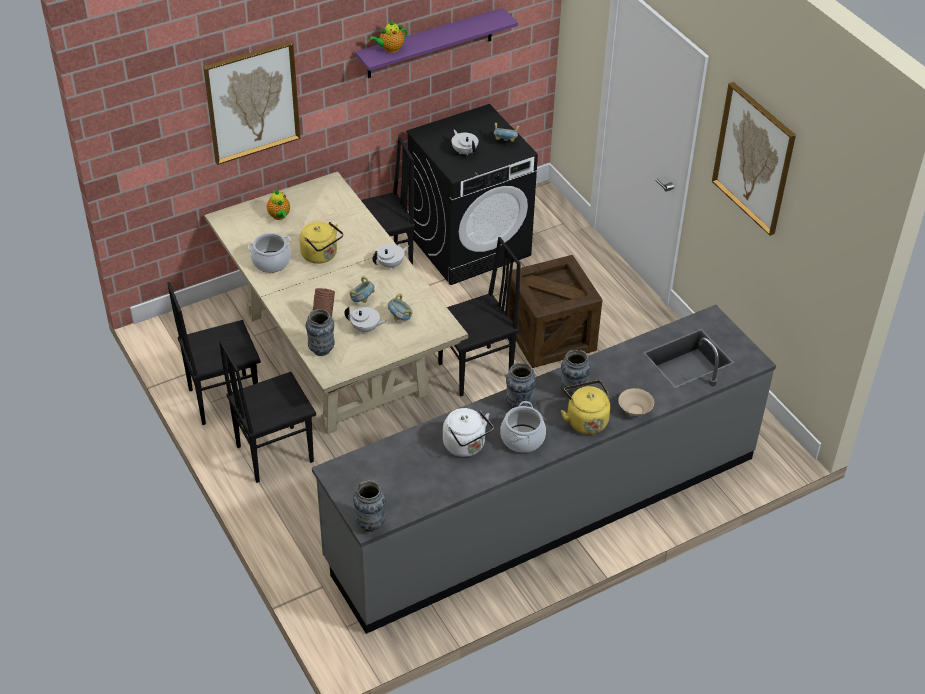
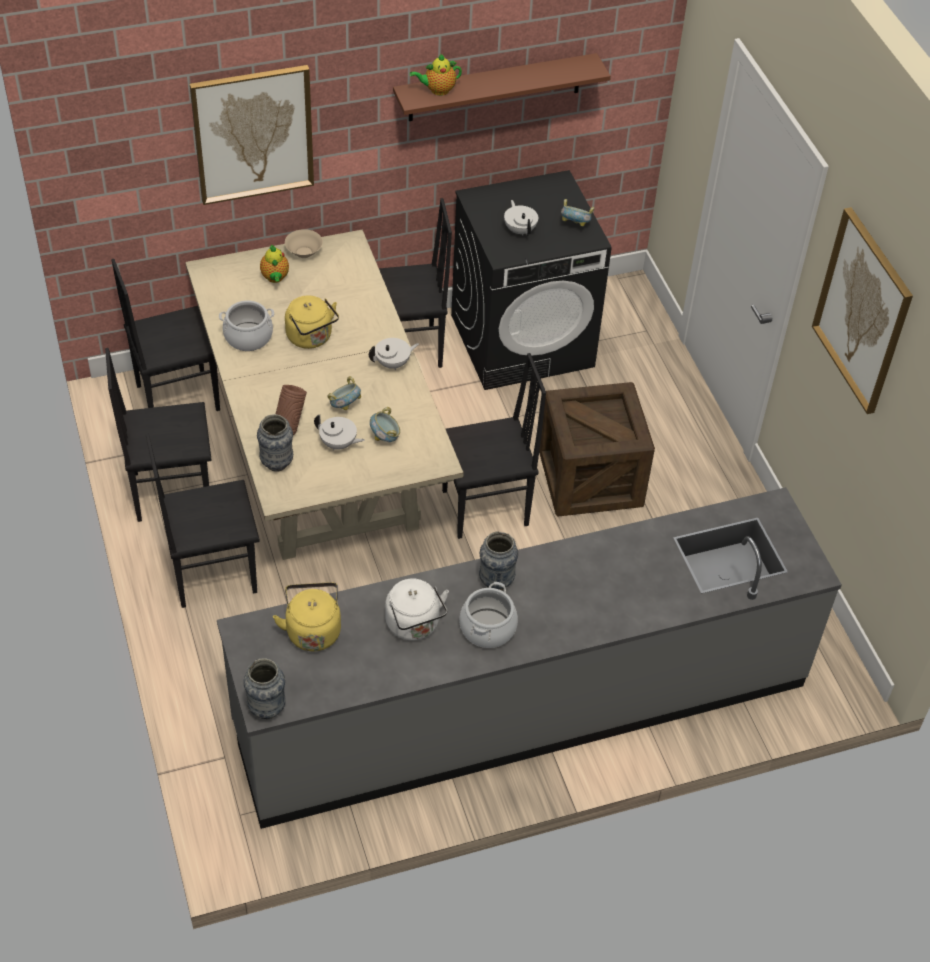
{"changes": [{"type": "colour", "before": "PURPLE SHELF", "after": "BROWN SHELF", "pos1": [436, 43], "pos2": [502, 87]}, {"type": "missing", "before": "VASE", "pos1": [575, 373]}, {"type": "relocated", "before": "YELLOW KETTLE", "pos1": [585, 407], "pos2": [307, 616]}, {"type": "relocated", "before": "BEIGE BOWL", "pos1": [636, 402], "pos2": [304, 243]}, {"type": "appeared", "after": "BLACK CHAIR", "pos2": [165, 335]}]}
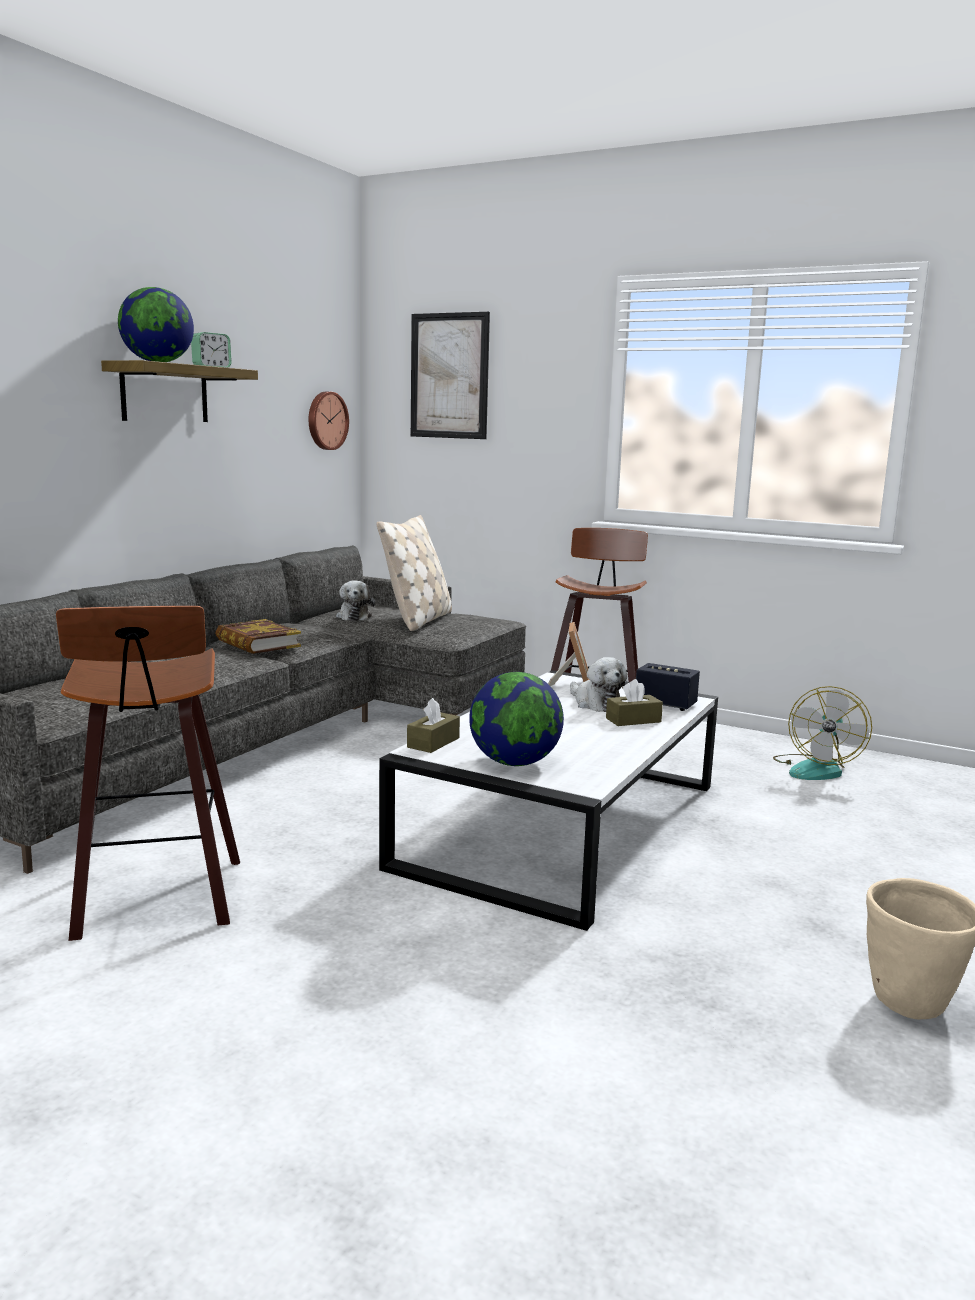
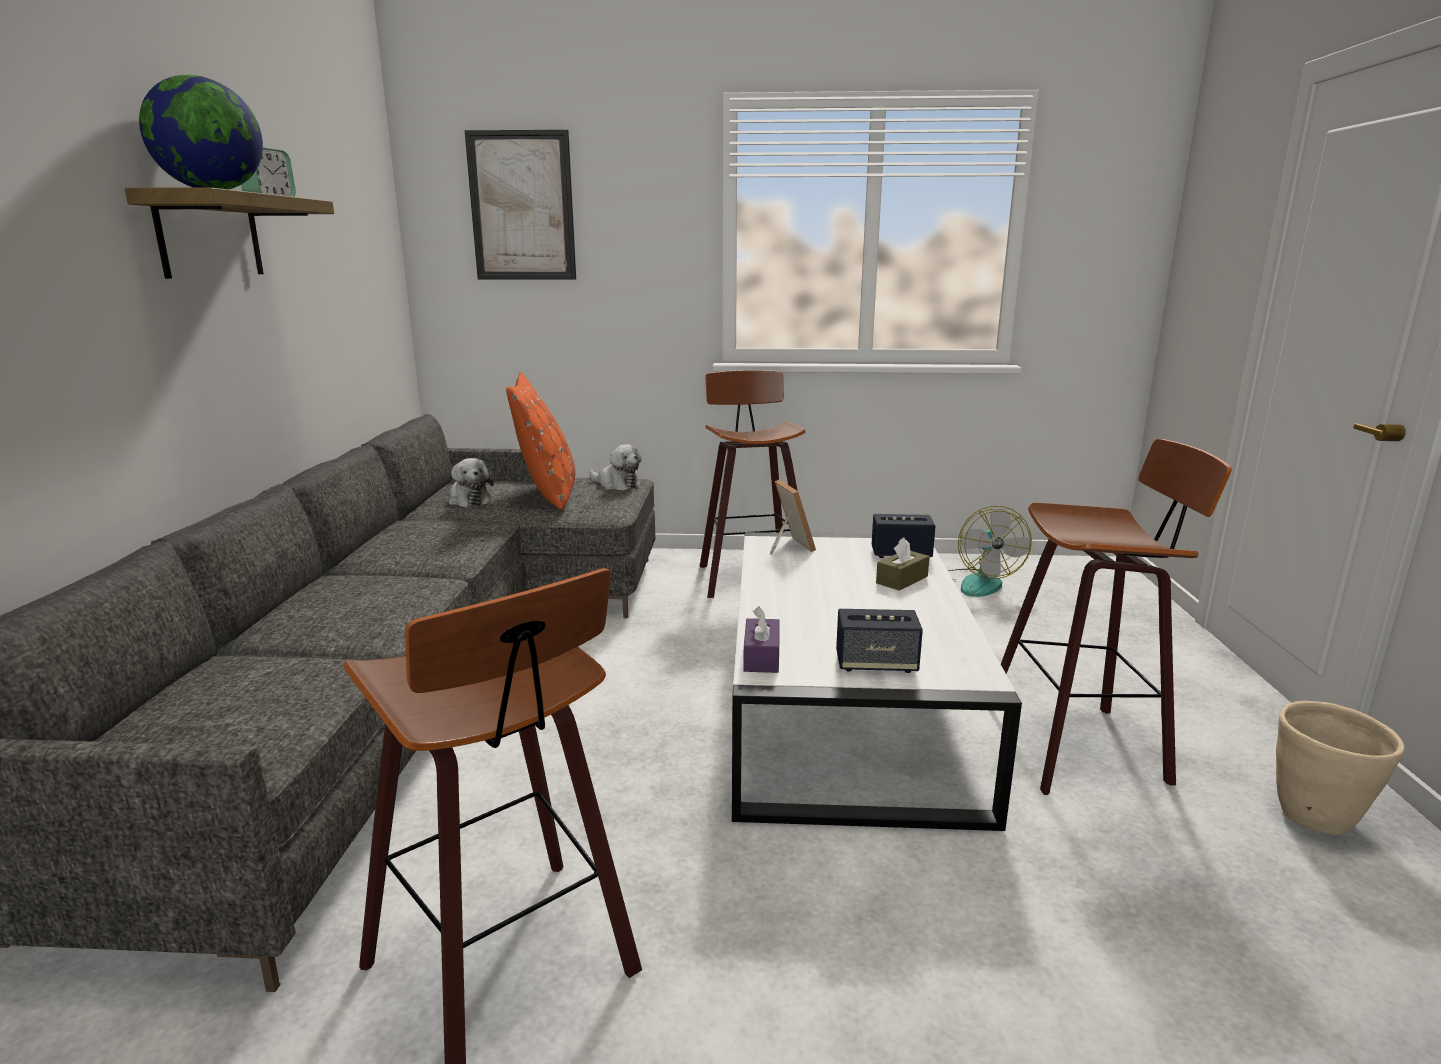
{"changes": [{"type": "missing", "before": "WALL CLOCK", "pos1": [329, 421]}, {"type": "colour", "before": "BEIGE PILLOW", "after": "ORANGE PILLOW", "pos1": [414, 573], "pos2": [540, 441]}, {"type": "missing", "before": "BOOK", "pos1": [258, 636]}, {"type": "relocated", "before": "PLUSH TOY", "pos1": [598, 684], "pos2": [615, 467]}, {"type": "exchanged", "before": "GLOBE", "after": "SPEAKER", "pos1": [516, 719], "pos2": [879, 641]}, {"type": "colour", "before": "BROWN TISSUE BOX", "after": "PURPLE TISSUE BOX", "pos1": [433, 725], "pos2": [761, 639]}, {"type": "appeared", "after": "STOOL", "pos2": [1116, 617]}]}
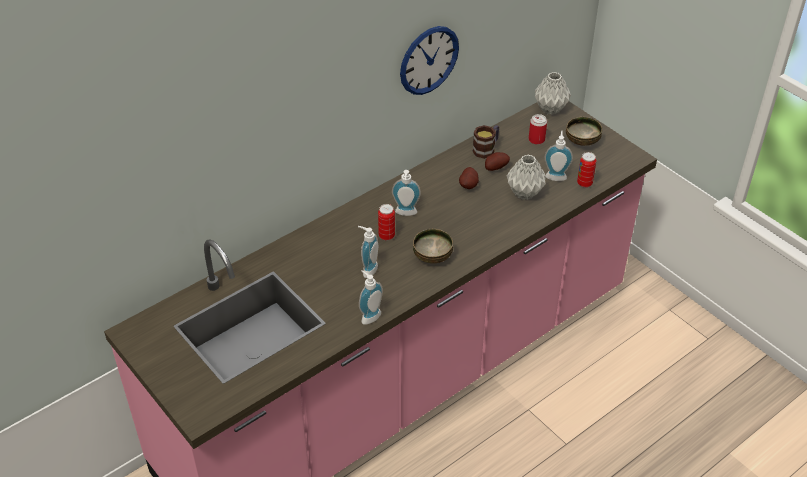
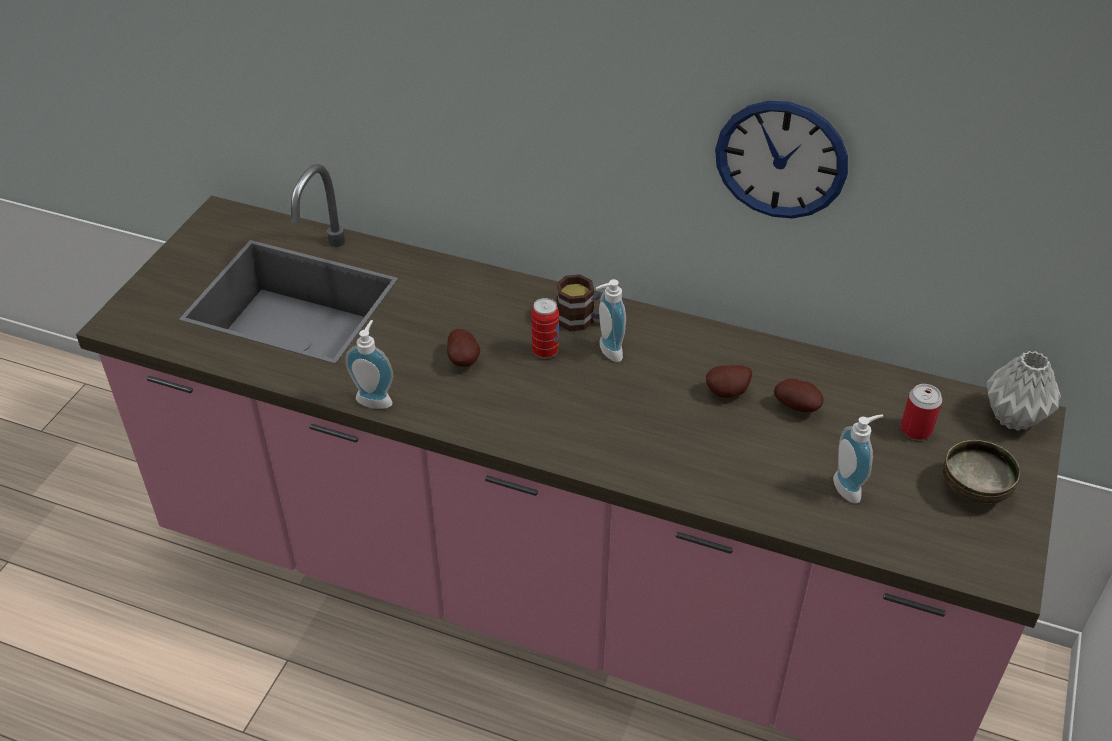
{"changes": [{"type": "relocated", "before": "MUG", "pos1": [485, 142], "pos2": [579, 302]}, {"type": "missing", "before": "CAN", "pos1": [586, 170]}, {"type": "missing", "before": "GREY VASE", "pos1": [526, 177]}, {"type": "exchanged", "before": "SOAP DISPENSER", "after": "POTATO", "pos1": [368, 252], "pos2": [463, 348]}, {"type": "missing", "before": "BOWL", "pos1": [433, 246]}]}
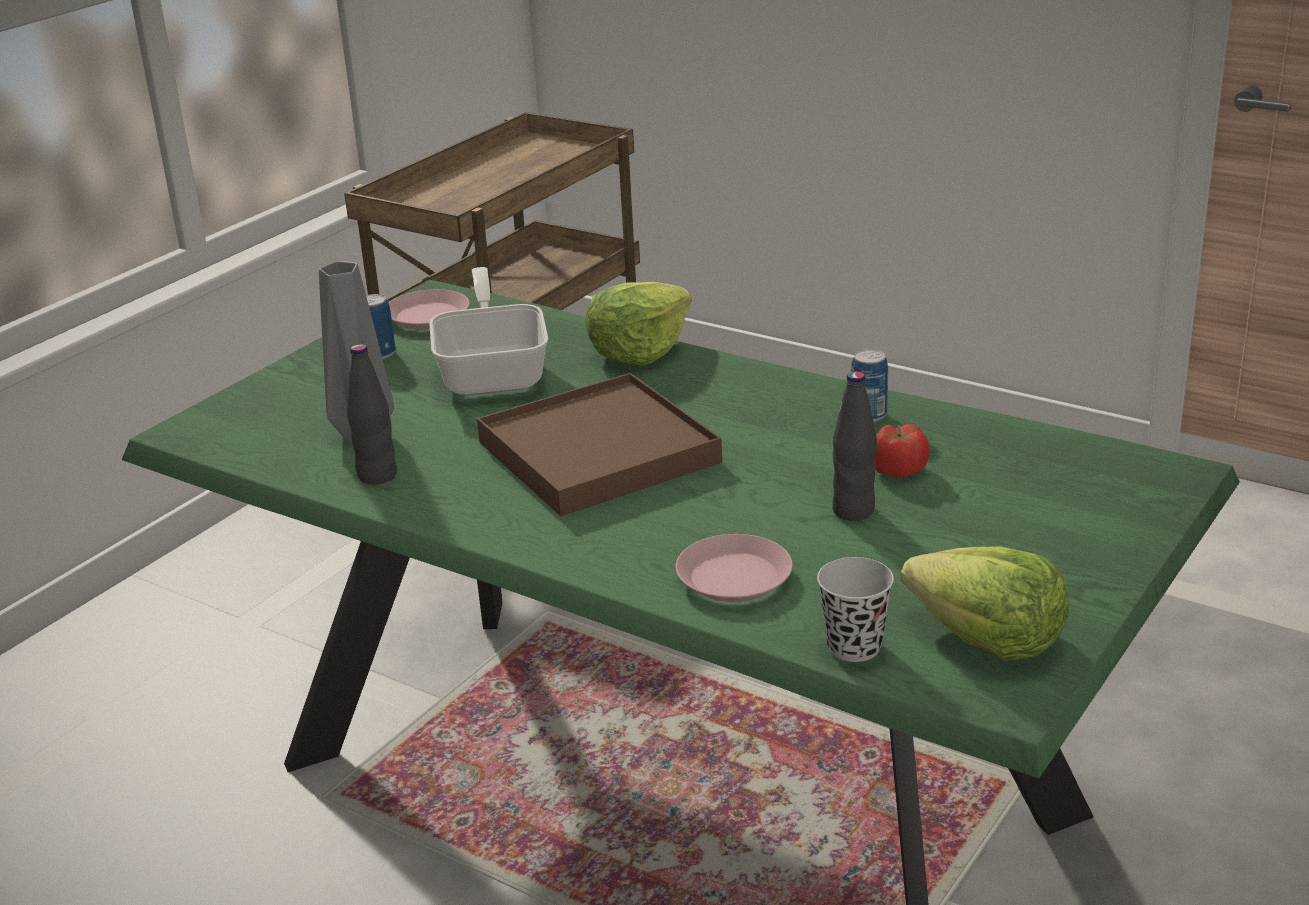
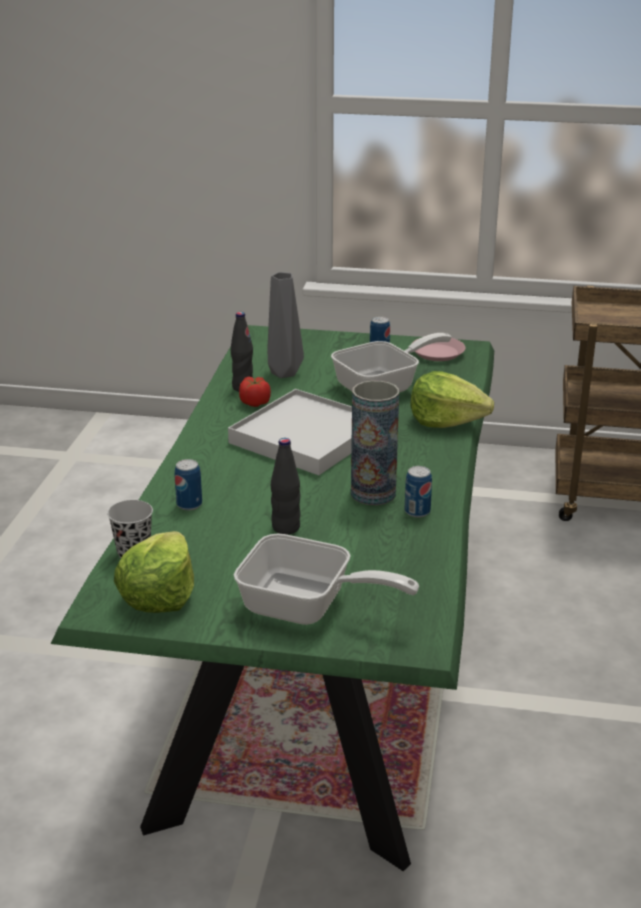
{"changes": [{"type": "colour", "before": "BROWN TRAY", "after": "WHITE TRAY", "pos1": [599, 444], "pos2": [290, 432]}, {"type": "relocated", "before": "TOMATO", "pos1": [902, 451], "pos2": [255, 392]}, {"type": "exchanged", "before": "PINK PLATE", "after": "CAN", "pos1": [734, 568], "pos2": [188, 484]}, {"type": "appeared", "after": "VASE", "pos2": [375, 442]}, {"type": "appeared", "after": "FRYING PAN", "pos2": [326, 579]}]}
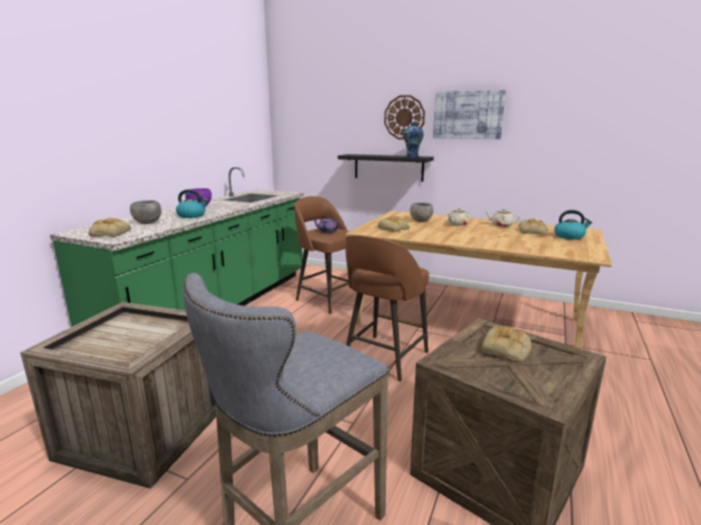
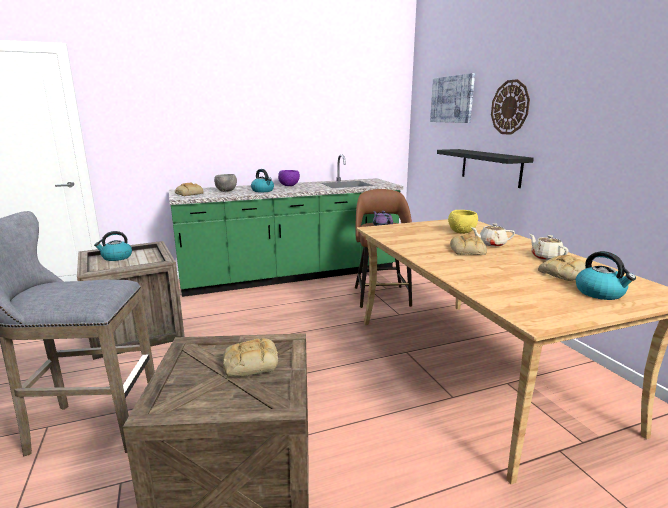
{"changes": [{"type": "relocated", "before": "PICTURE", "pos1": [469, 114], "pos2": [452, 98]}, {"type": "missing", "before": "VASE", "pos1": [413, 140]}, {"type": "colour", "before": "GREY BOWL", "after": "YELLOW BOWL", "pos1": [421, 212], "pos2": [463, 222]}, {"type": "relocated", "before": "BREAD", "pos1": [394, 224], "pos2": [468, 244]}, {"type": "missing", "before": "BROWN STOOL", "pos1": [387, 308]}, {"type": "appeared", "after": "KETTLE", "pos2": [113, 246]}]}
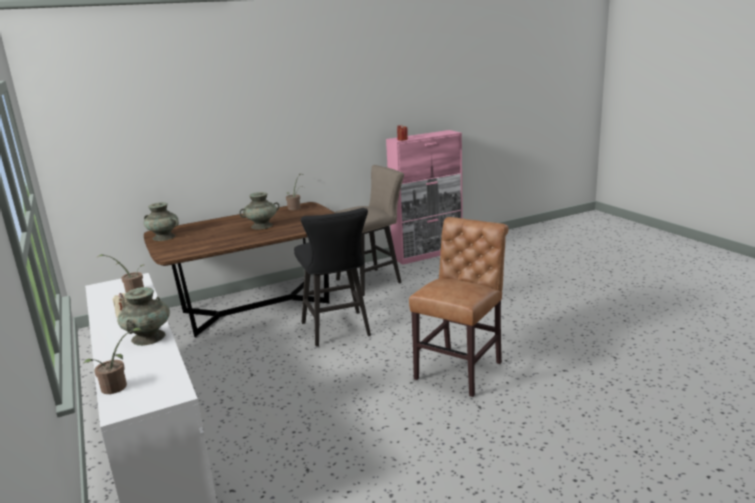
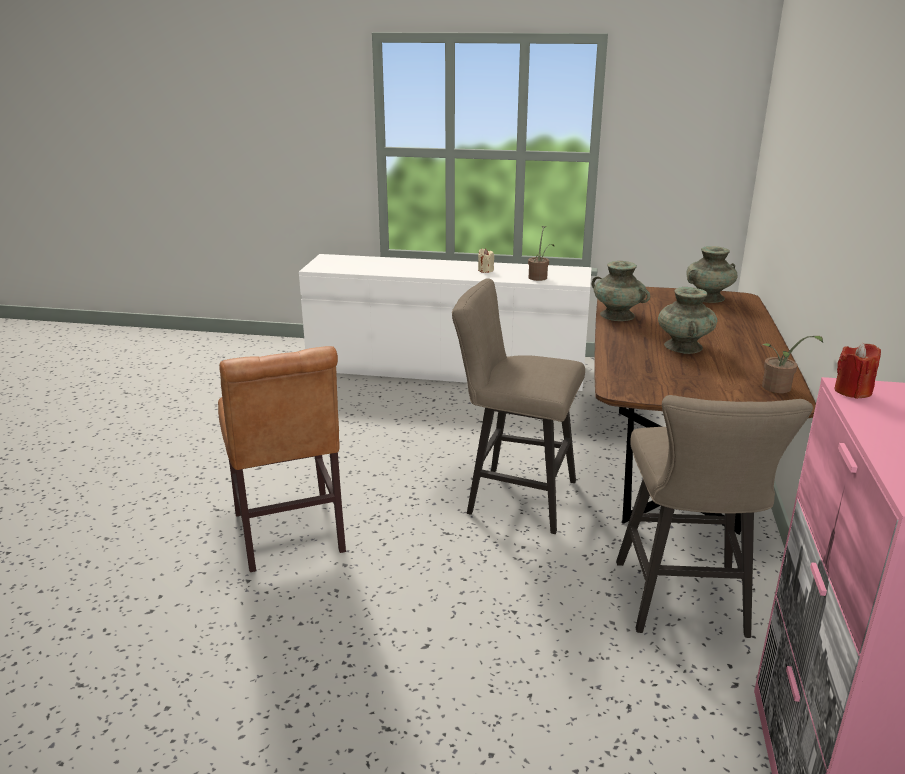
{"changes": [{"type": "colour", "before": "BLACK STOOL", "after": "BEIGE STOOL", "pos1": [332, 277], "pos2": [518, 406]}, {"type": "relocated", "before": "TURQUOISE VASE", "pos1": [143, 316], "pos2": [620, 291]}, {"type": "missing", "before": "POTTED PLANT", "pos1": [113, 361]}]}
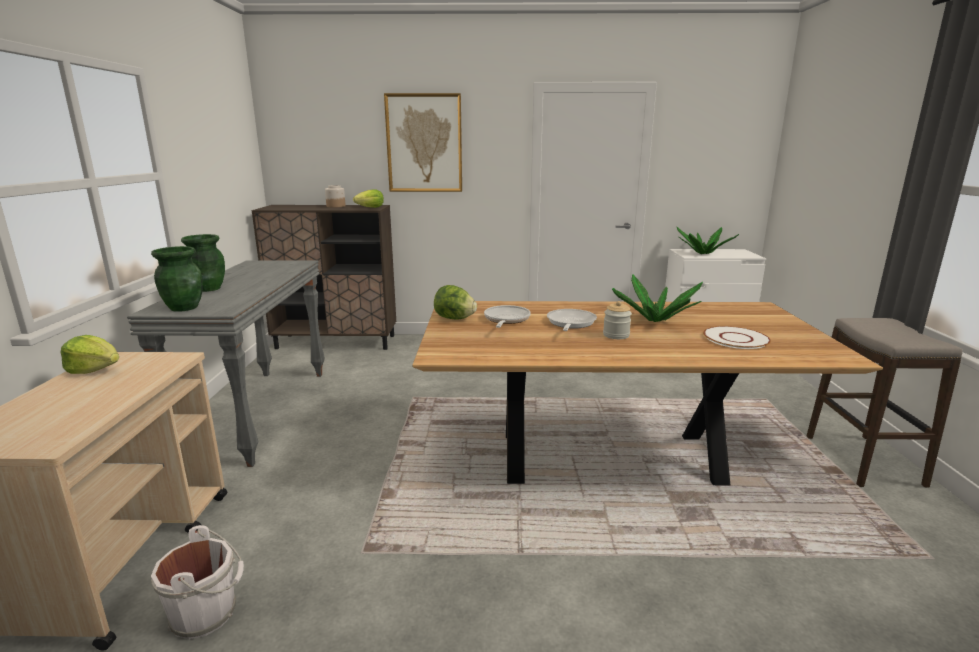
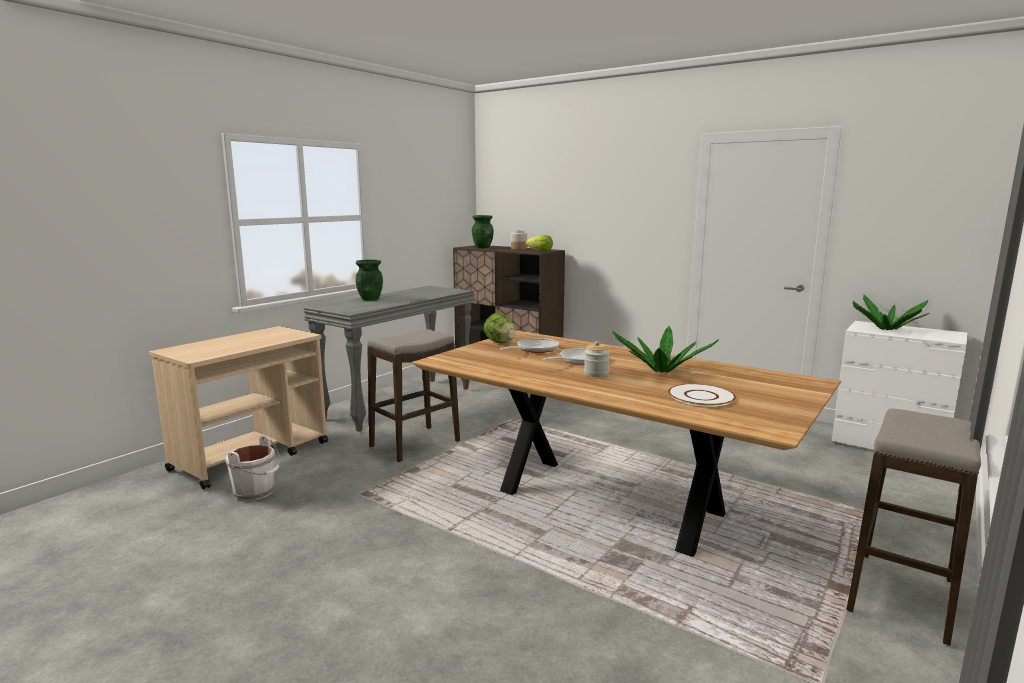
{"changes": [{"type": "missing", "before": "PICTURE", "pos1": [423, 142]}, {"type": "relocated", "before": "GREEN VASE", "pos1": [177, 279], "pos2": [482, 231]}, {"type": "missing", "before": "LETTUCE", "pos1": [89, 354]}, {"type": "appeared", "after": "STOOL", "pos2": [413, 395]}]}
